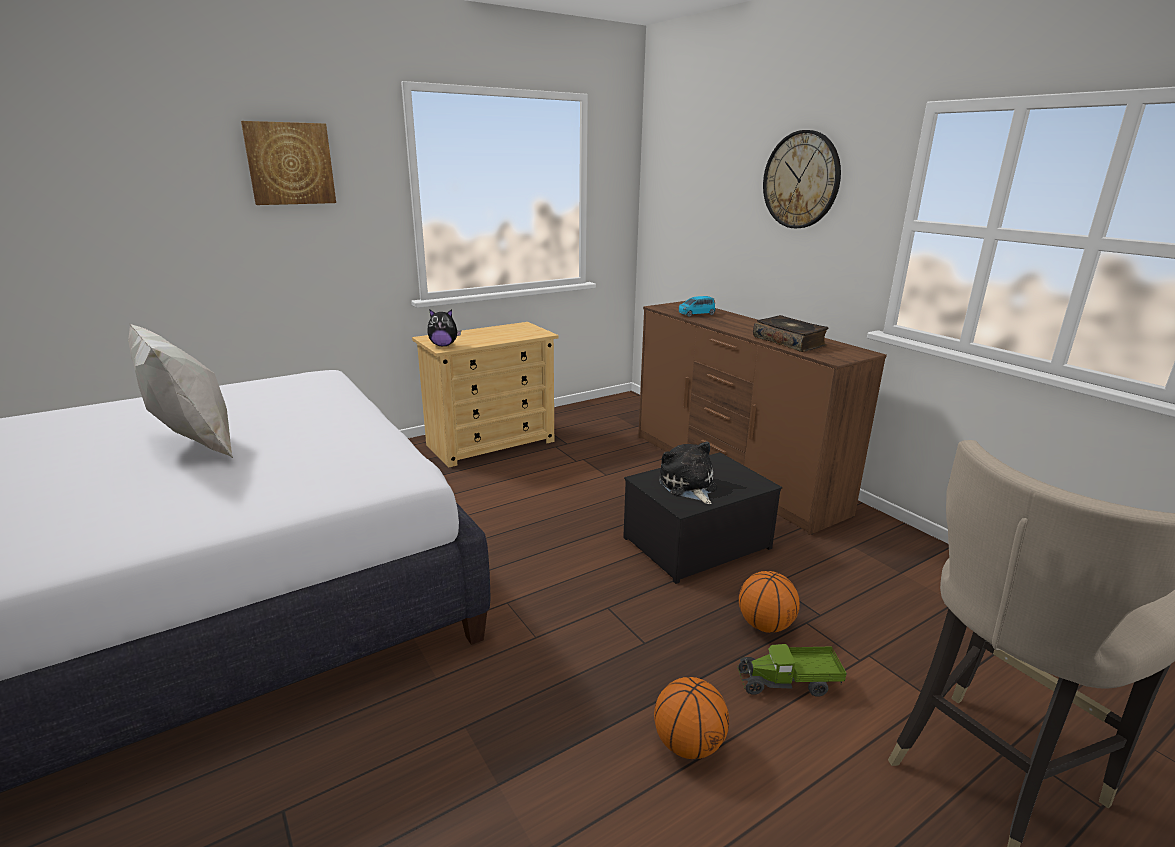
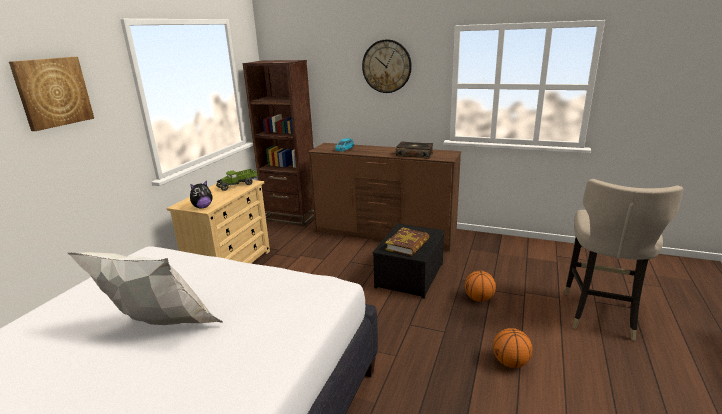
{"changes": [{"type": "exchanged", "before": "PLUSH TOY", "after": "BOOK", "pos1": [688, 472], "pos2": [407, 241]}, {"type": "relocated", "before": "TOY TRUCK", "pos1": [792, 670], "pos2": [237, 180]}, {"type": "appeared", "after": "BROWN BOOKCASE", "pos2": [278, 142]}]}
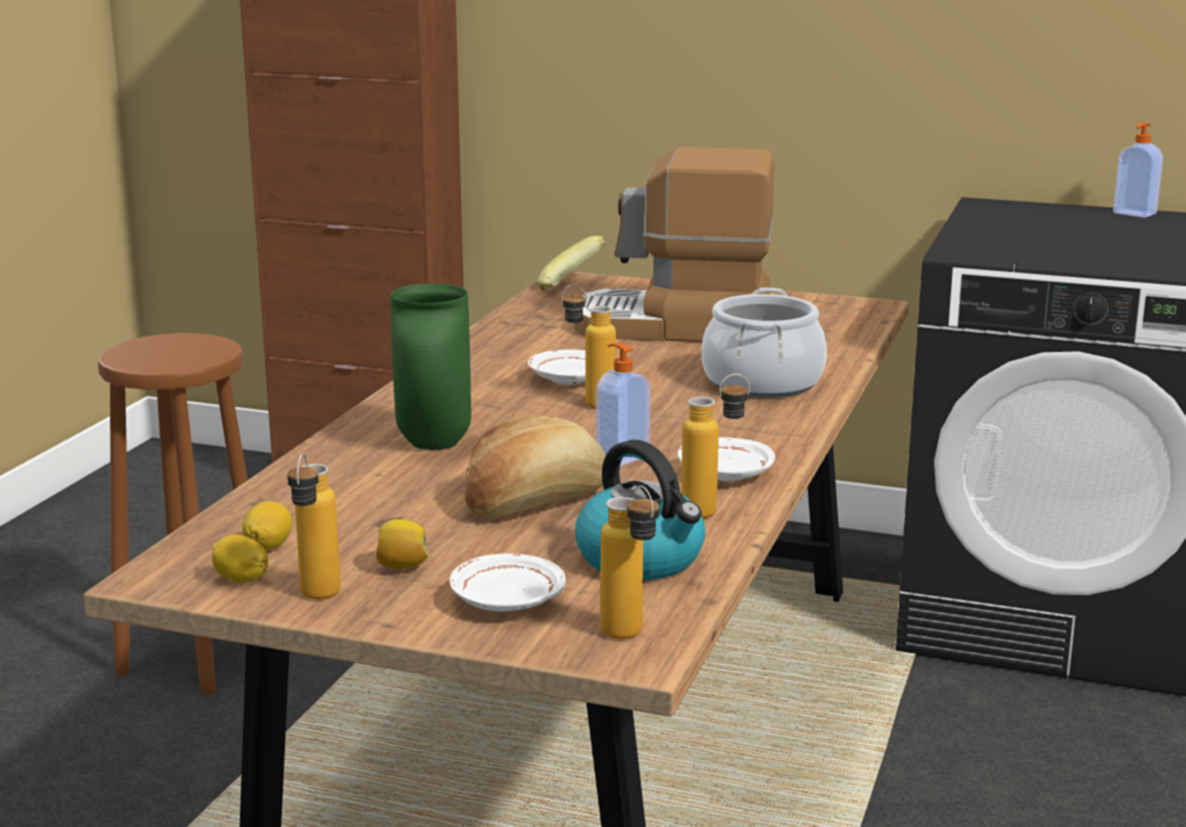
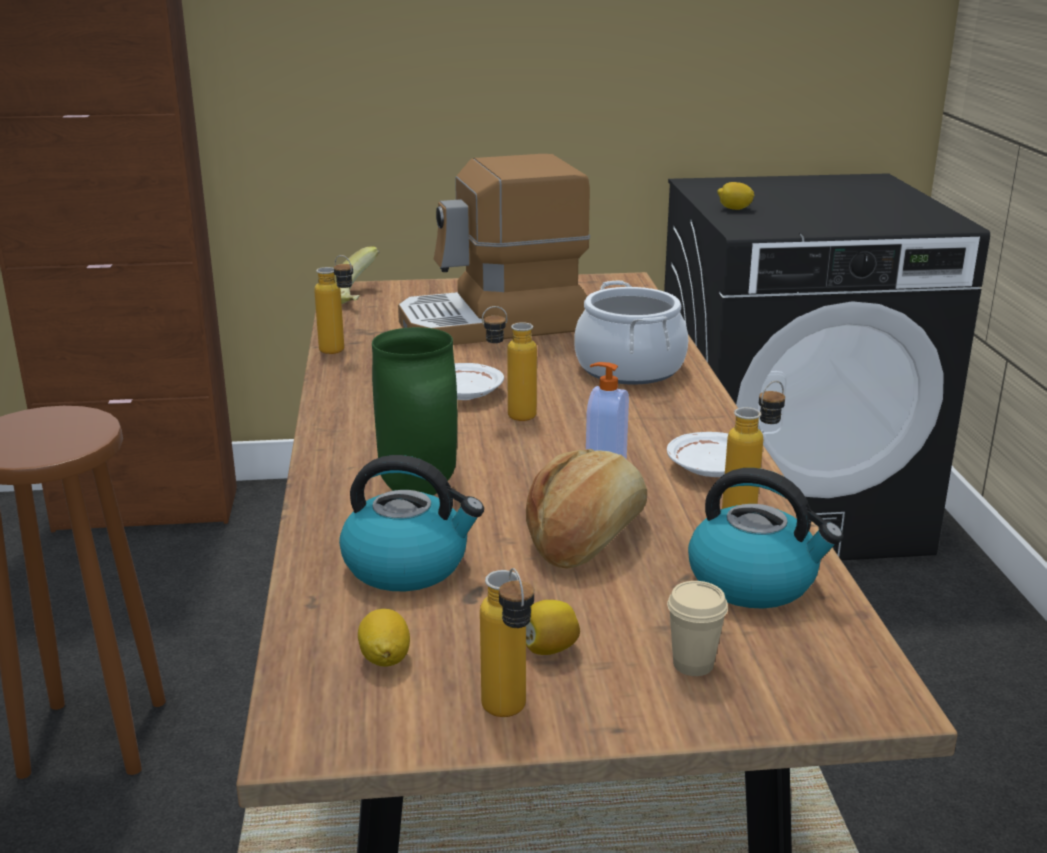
{"changes": [{"type": "missing", "before": "SOAP DISPENSER", "pos1": [1138, 170]}, {"type": "relocated", "before": "BOTTLE", "pos1": [629, 562], "pos2": [333, 304]}, {"type": "relocated", "before": "LEMON", "pos1": [240, 558], "pos2": [736, 196]}, {"type": "exchanged", "before": "WHITE PLATE", "after": "BEIGE CUP", "pos1": [508, 582], "pos2": [697, 628]}, {"type": "appeared", "after": "KETTLE", "pos2": [411, 523]}]}
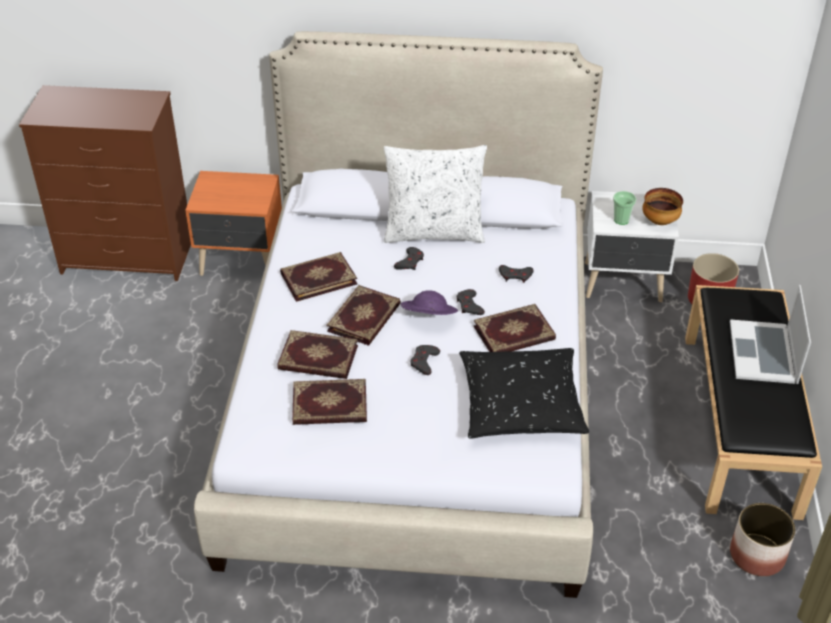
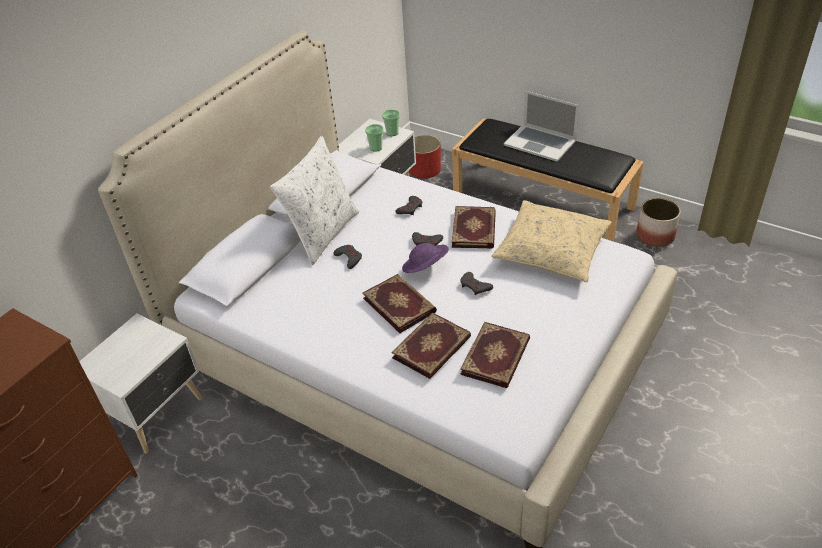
{"changes": [{"type": "colour", "before": "ORANGE NIGHTSTAND", "after": "WHITE NIGHTSTAND", "pos1": [233, 223], "pos2": [140, 383]}, {"type": "exchanged", "before": "BOWL", "after": "CUP", "pos1": [663, 206], "pos2": [391, 123]}, {"type": "missing", "before": "BOOK", "pos1": [318, 277]}, {"type": "colour", "before": "BLACK PILLOW", "after": "BEIGE PILLOW", "pos1": [524, 393], "pos2": [551, 241]}]}
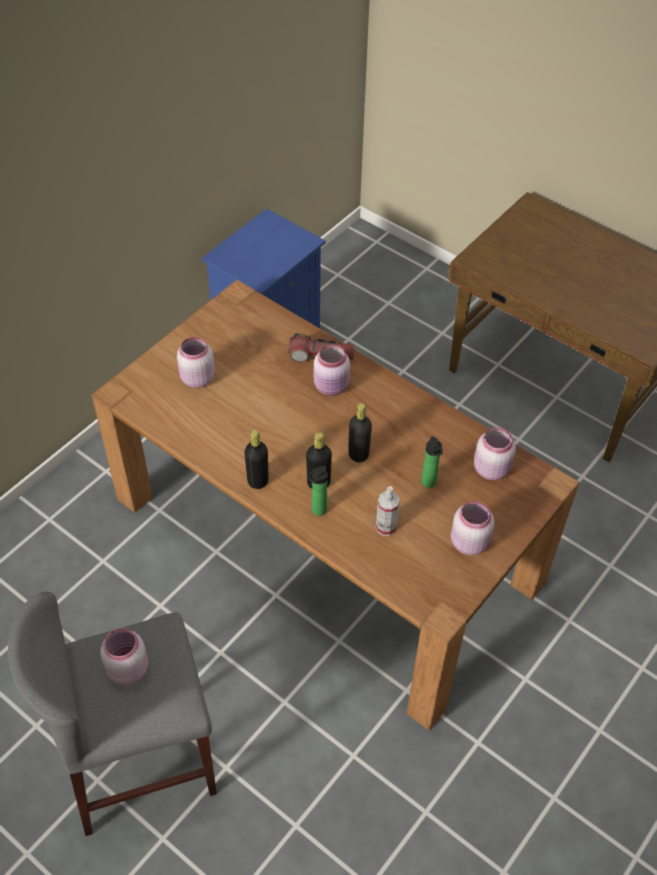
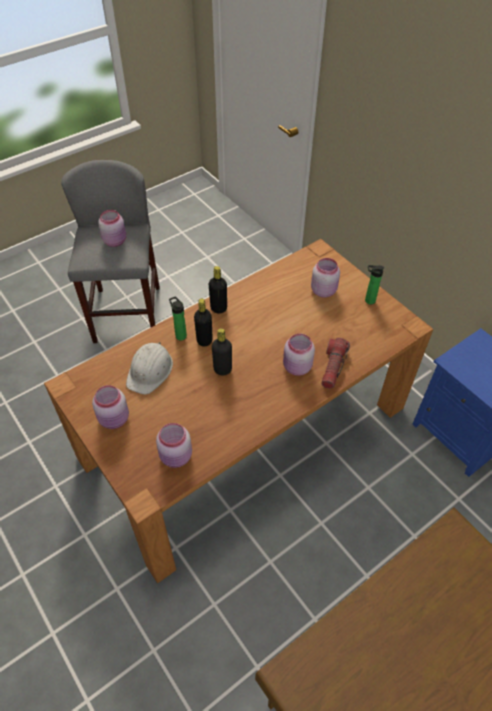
{"changes": [{"type": "relocated", "before": "BOTTLE", "pos1": [432, 462], "pos2": [374, 284]}, {"type": "exchanged", "before": "SPRAY BOTTLE", "after": "WHITE HARD HAT", "pos1": [388, 511], "pos2": [149, 368]}]}
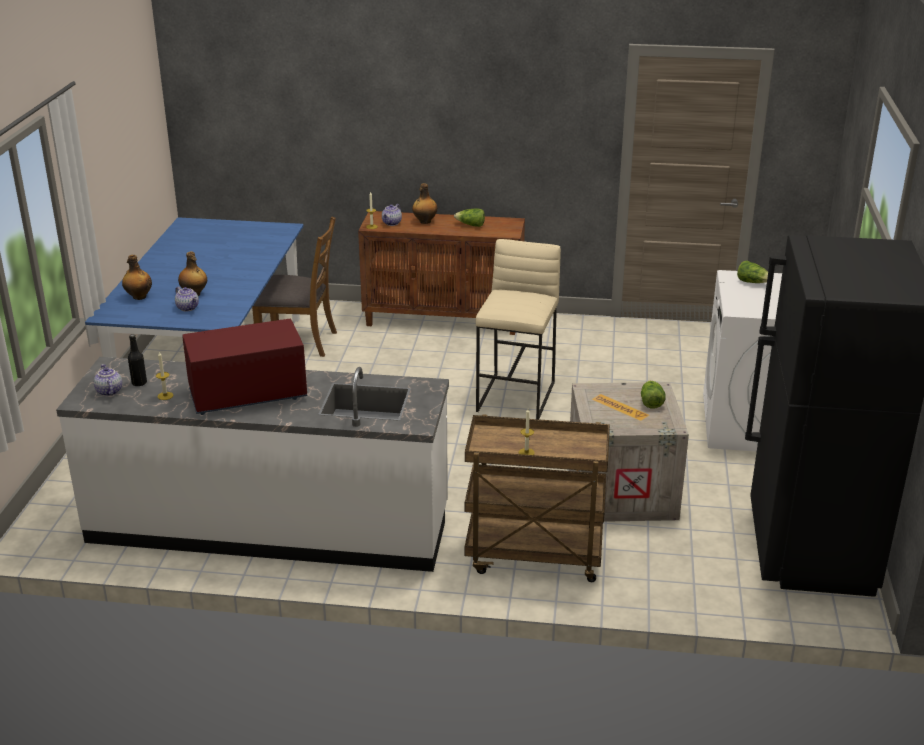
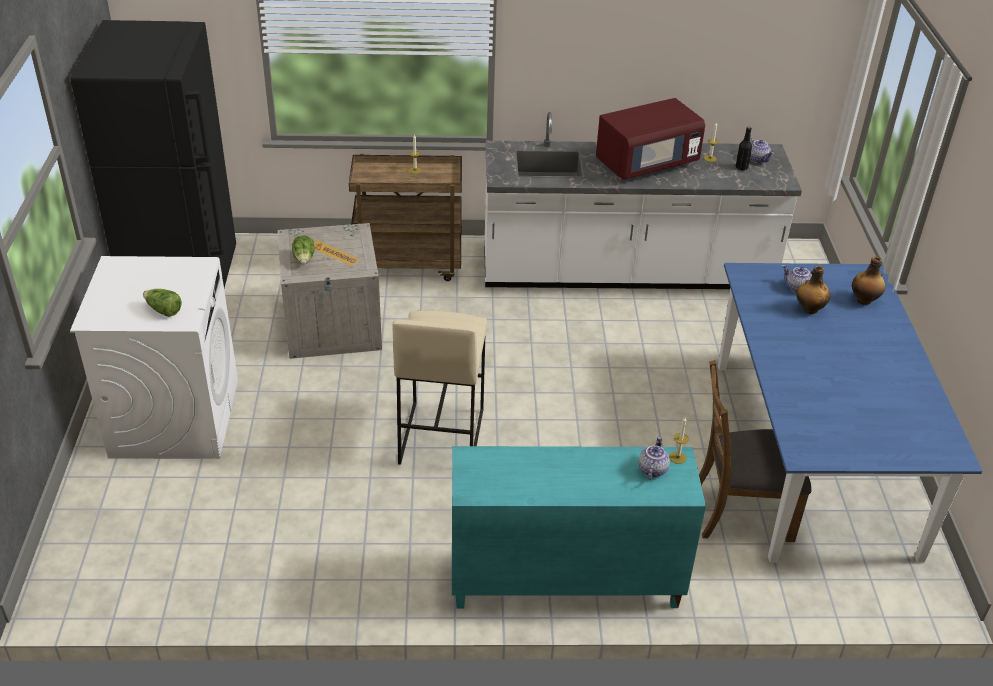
{"changes": [{"type": "missing", "before": "BOTTLE", "pos1": [425, 203]}, {"type": "missing", "before": "LETTUCE", "pos1": [469, 218]}, {"type": "colour", "before": "BROWN CABINET", "after": "TURQUOISE CABINET", "pos1": [441, 273], "pos2": [579, 527]}]}
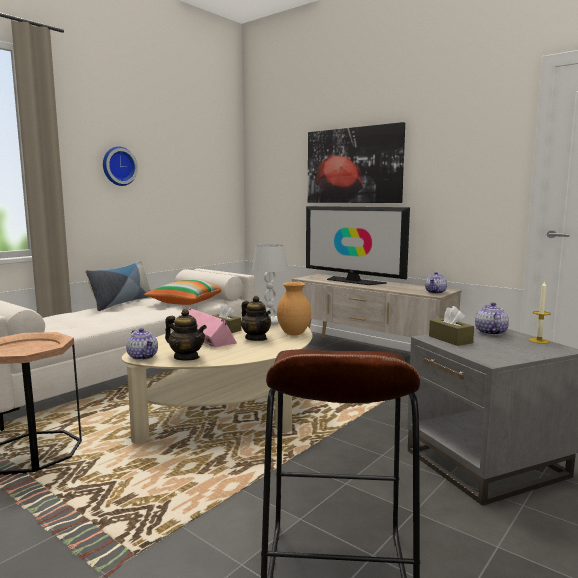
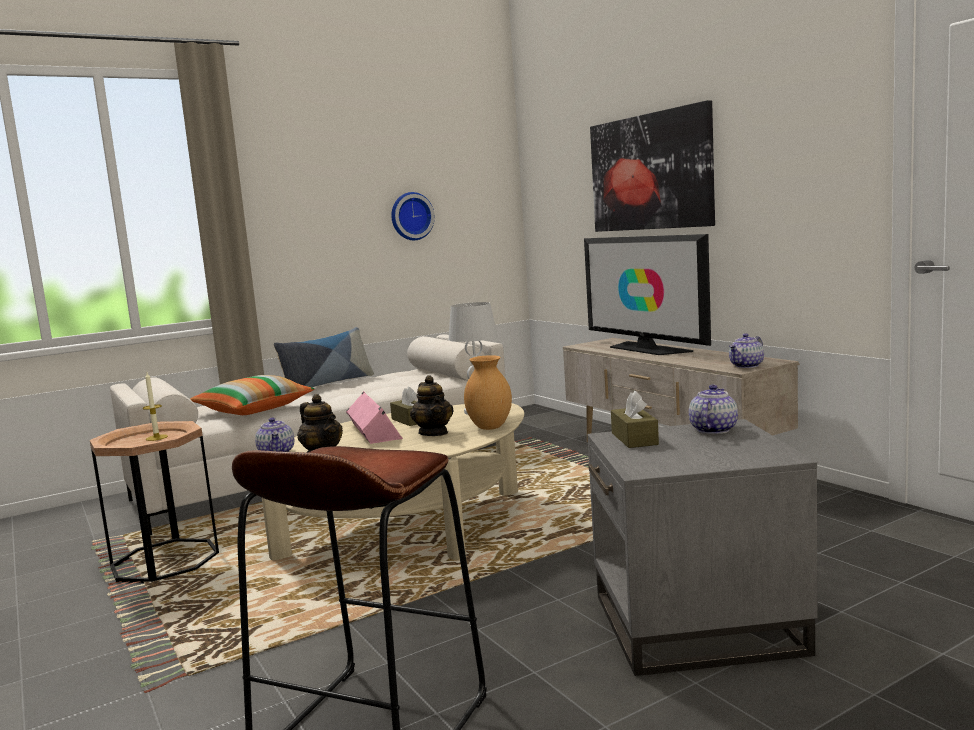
{"changes": [{"type": "relocated", "before": "WALL CLOCK", "pos1": [120, 166], "pos2": [413, 216]}, {"type": "relocated", "before": "PILLOW", "pos1": [182, 292], "pos2": [252, 395]}, {"type": "relocated", "before": "CANDLE", "pos1": [540, 312], "pos2": [155, 407]}]}
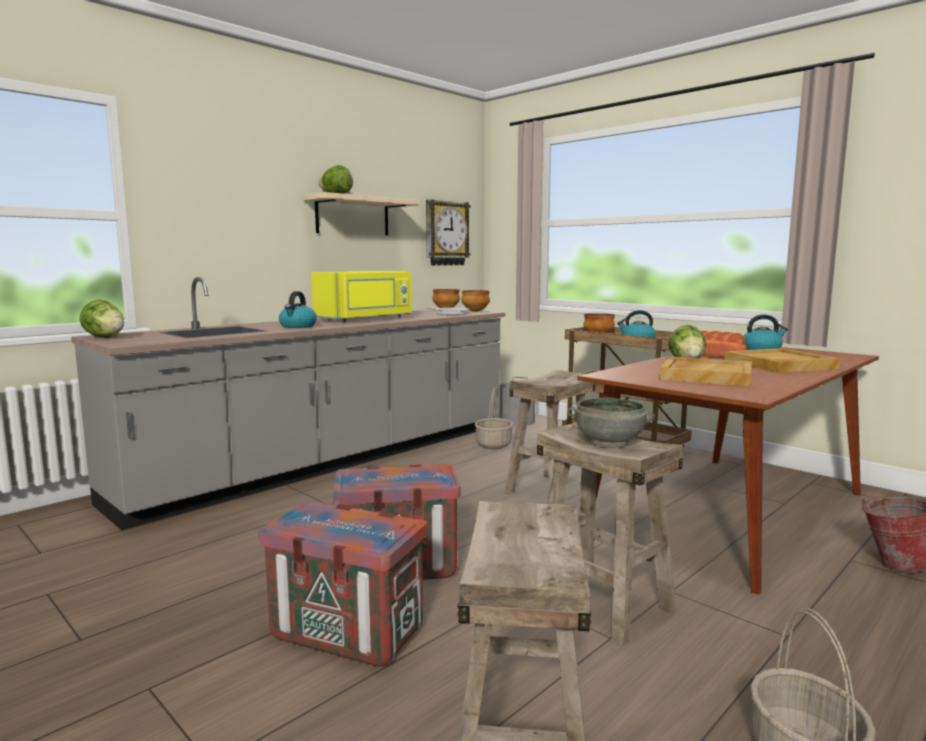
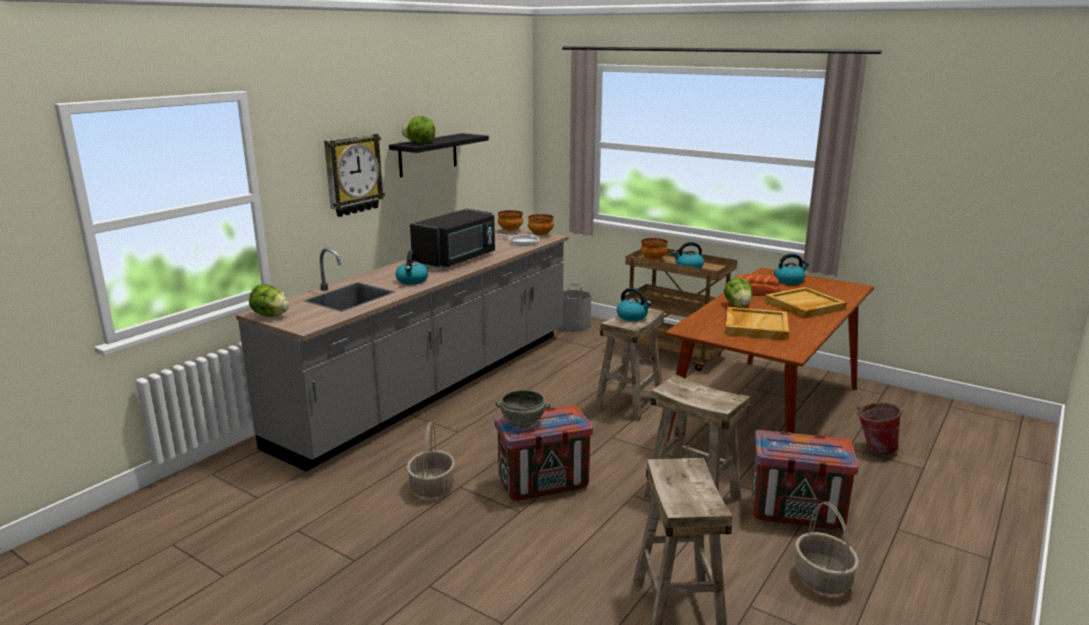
{"changes": [{"type": "colour", "before": "BEIGE SHELF", "after": "BLACK SHELF", "pos1": [361, 213], "pos2": [439, 155]}, {"type": "relocated", "before": "WALL CLOCK", "pos1": [448, 232], "pos2": [354, 175]}, {"type": "colour", "before": "YELLOW MICROWAVE", "after": "BLACK MICROWAVE", "pos1": [361, 296], "pos2": [452, 238]}, {"type": "relocated", "before": "BASKET", "pos1": [494, 418], "pos2": [431, 460]}, {"type": "relocated", "before": "GREY BOWL", "pos1": [611, 423], "pos2": [523, 408]}, {"type": "relocated", "before": "CRATE", "pos1": [342, 584], "pos2": [805, 480]}, {"type": "appeared", "after": "KETTLE", "pos2": [634, 304]}]}
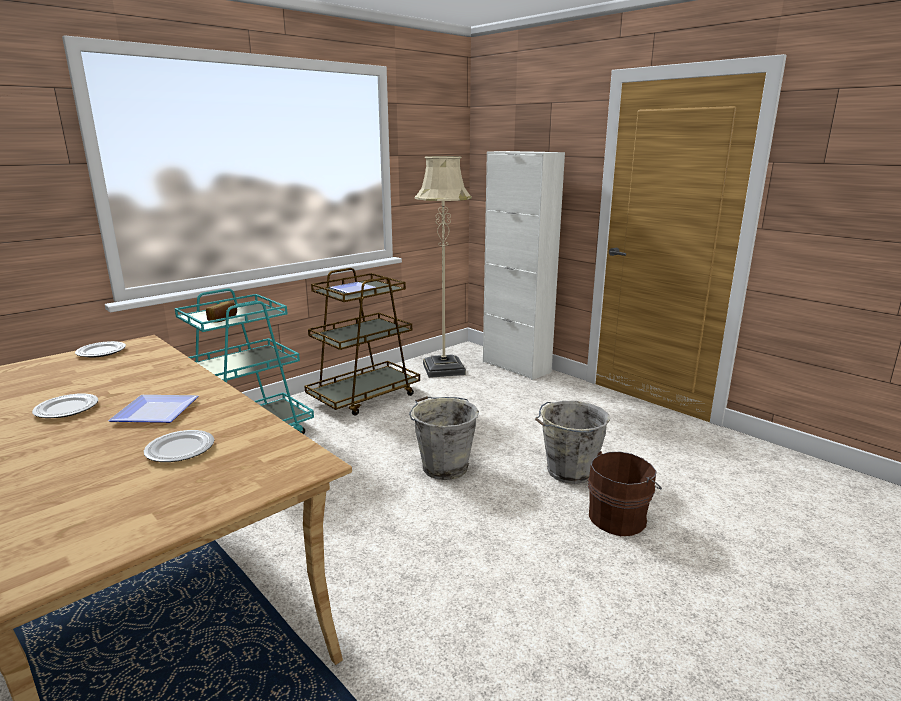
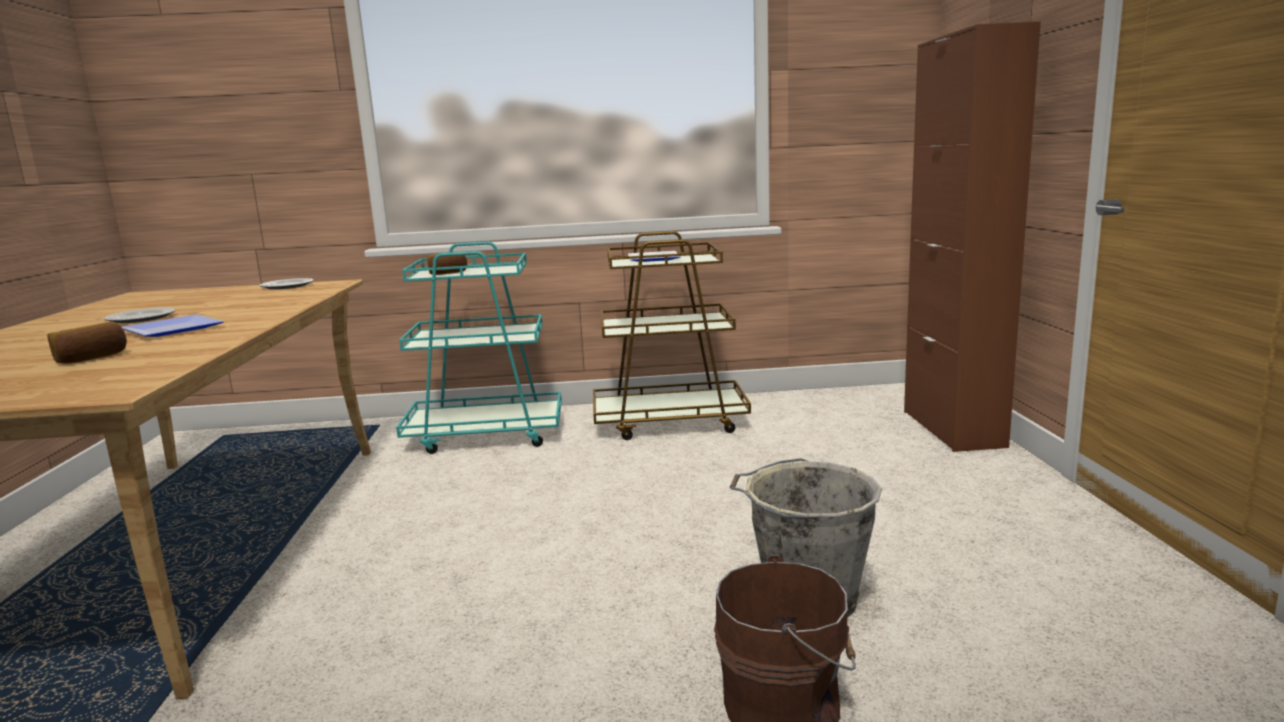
{"changes": [{"type": "colour", "before": "WHITE CABINET", "after": "BROWN CABINET", "pos1": [524, 265], "pos2": [972, 236]}, {"type": "missing", "before": "BEIGE FLOOR LAMP", "pos1": [443, 267]}, {"type": "missing", "before": "GREY BUCKET", "pos1": [444, 438]}, {"type": "exchanged", "before": "PLATE", "after": "BREAD", "pos1": [179, 446], "pos2": [87, 342]}]}
